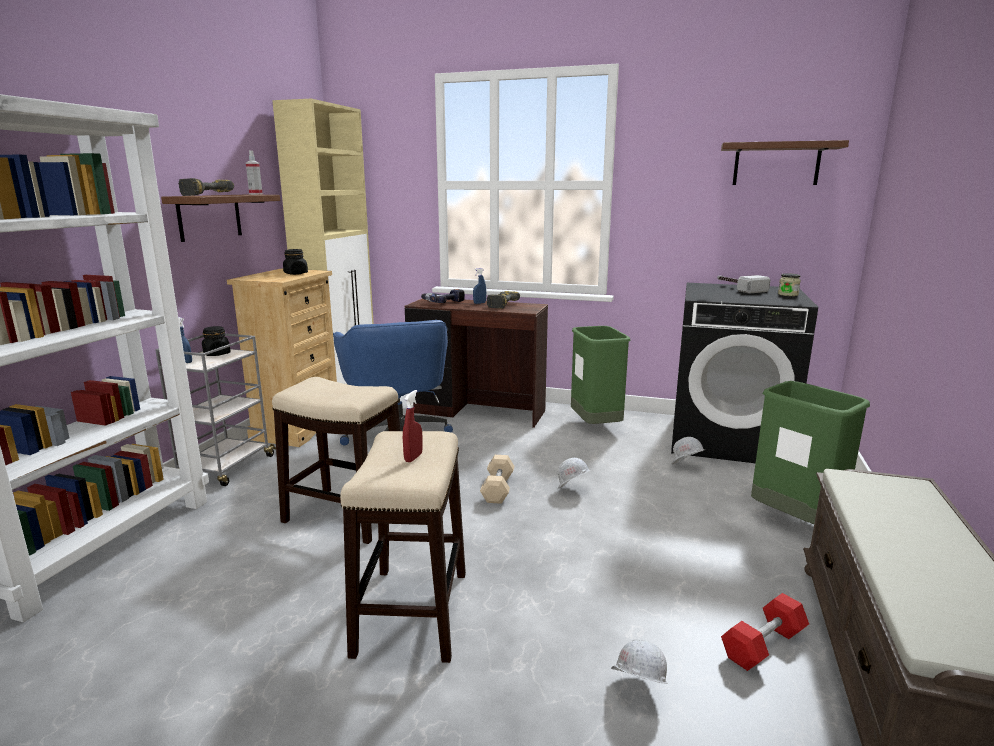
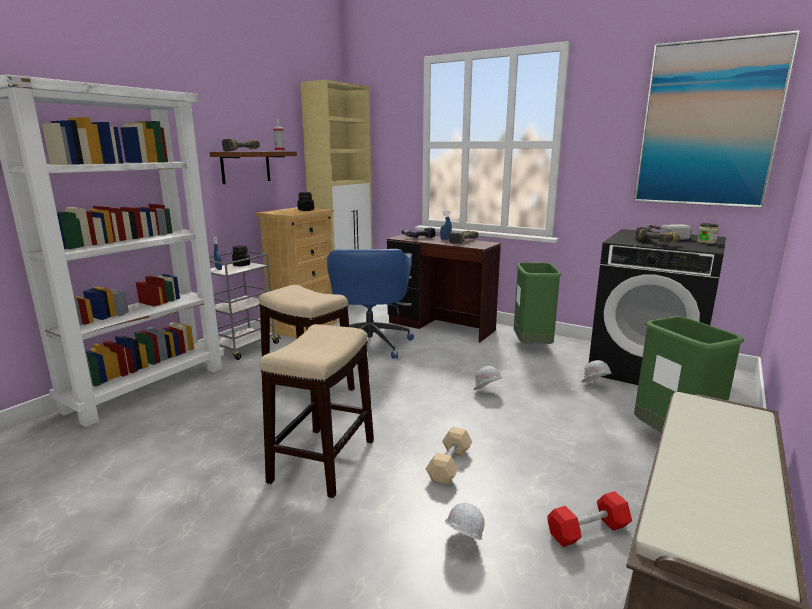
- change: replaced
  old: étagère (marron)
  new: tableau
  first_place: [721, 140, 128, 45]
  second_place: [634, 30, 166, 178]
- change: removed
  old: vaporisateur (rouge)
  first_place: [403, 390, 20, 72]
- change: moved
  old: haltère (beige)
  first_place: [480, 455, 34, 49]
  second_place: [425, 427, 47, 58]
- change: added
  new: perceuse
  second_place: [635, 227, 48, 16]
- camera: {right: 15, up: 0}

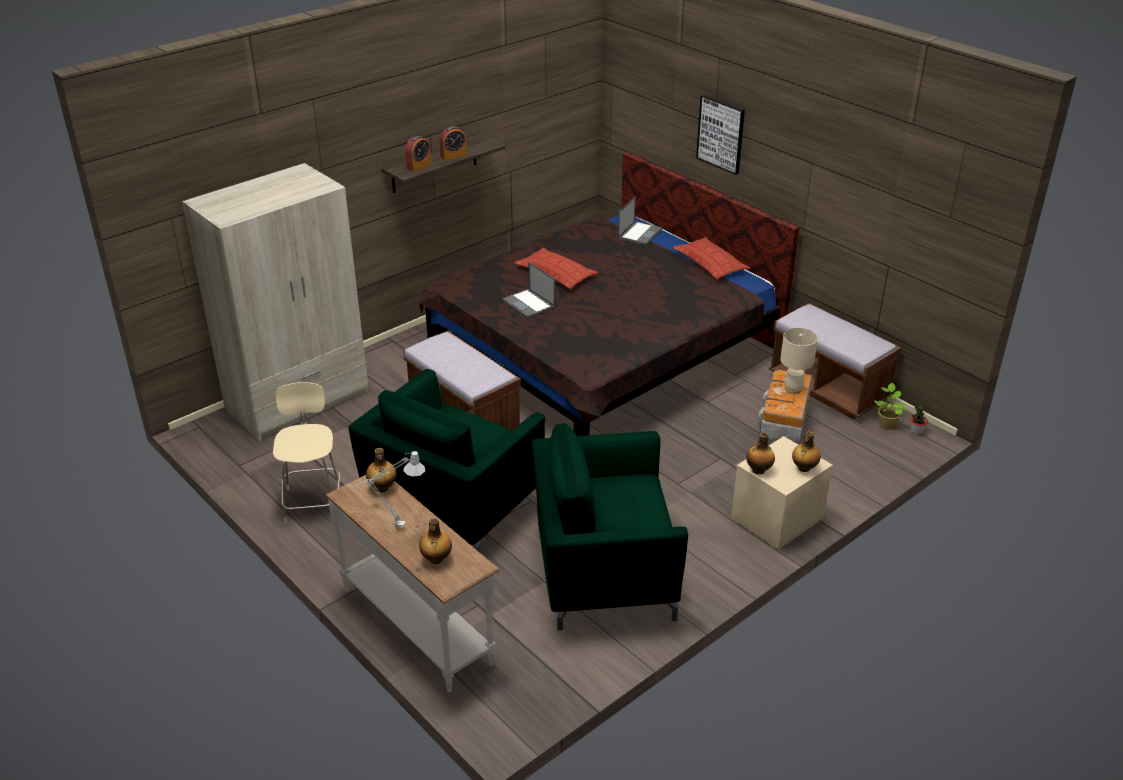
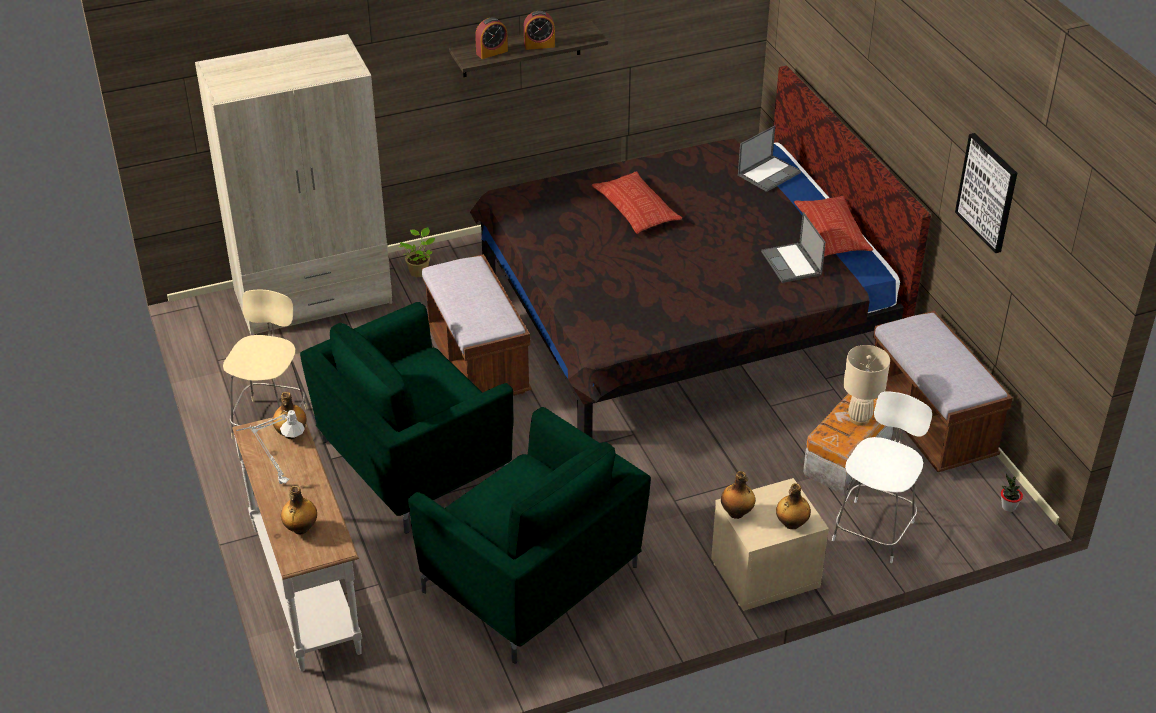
- change: moved
  old: tableau
  first_place: [696, 95, 49, 80]
  second_place: [955, 133, 62, 120]
- change: moved
  old: ordinateur portable
  first_place: [502, 262, 54, 57]
  second_place: [761, 212, 65, 71]
- change: moved
  old: plante en pot
  first_place: [874, 383, 32, 47]
  second_place: [398, 227, 37, 50]
- change: turned
  old: fauteuil (vert)
  first_place: [532, 423, 156, 208]
  second_place: [408, 407, 243, 256]
  degrees: -150
- change: added
  new: chaise (blanc)
  second_place: [832, 391, 100, 172]
- camera: {right: 20, up: 5}

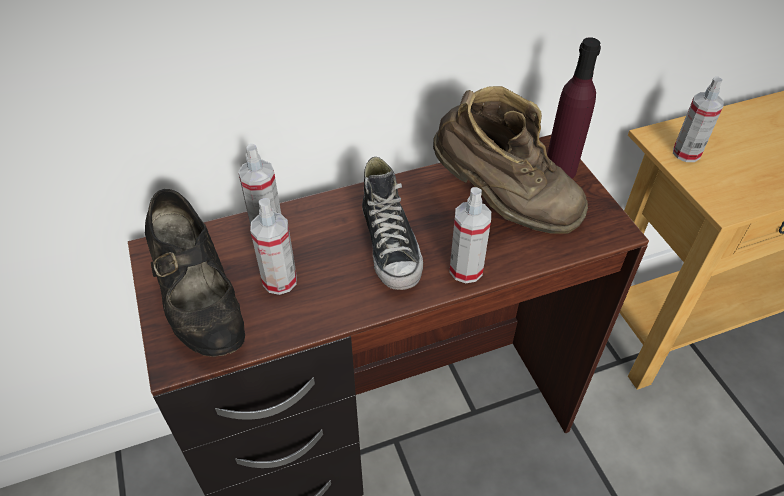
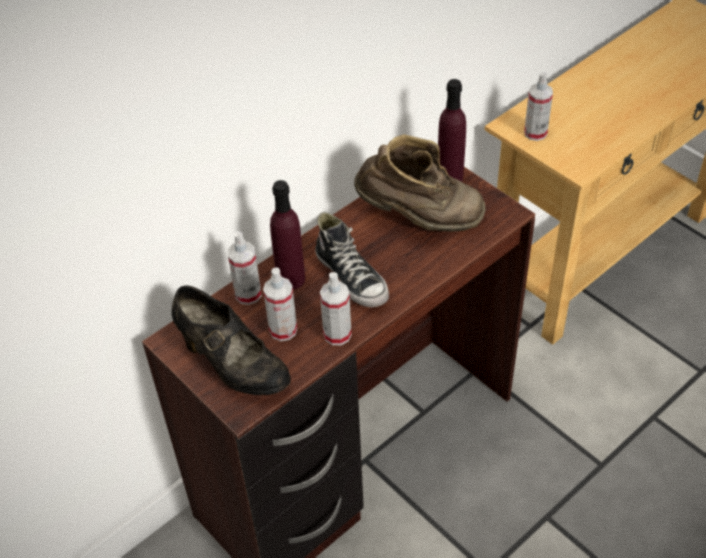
- change: moved
  old: vaporisateur
  first_place: [449, 187, 42, 96]
  second_place: [320, 272, 32, 73]
- change: added
  new: bouteille (violet)
  second_place: [270, 180, 35, 110]
- camera: {right: -20, up: 0}

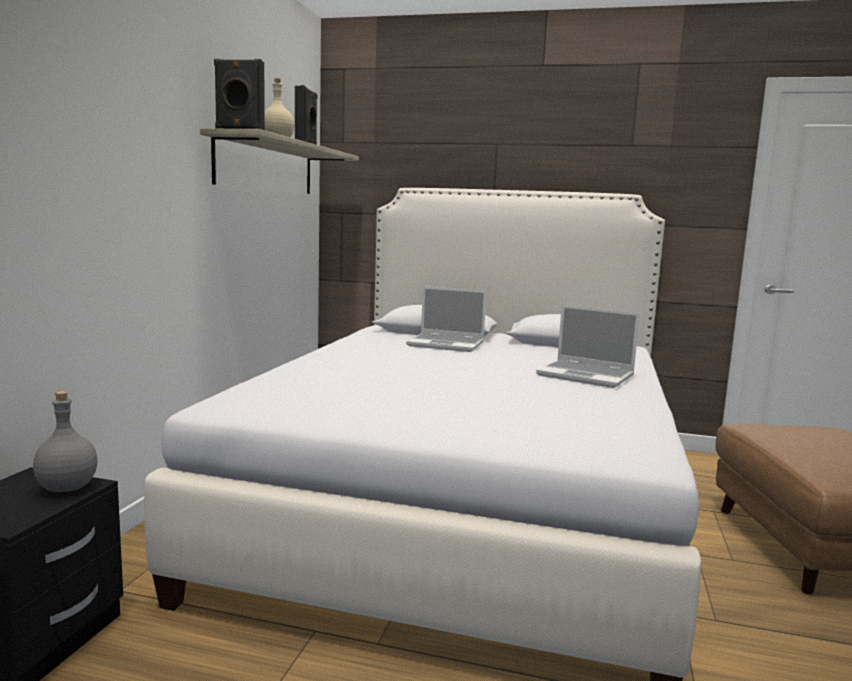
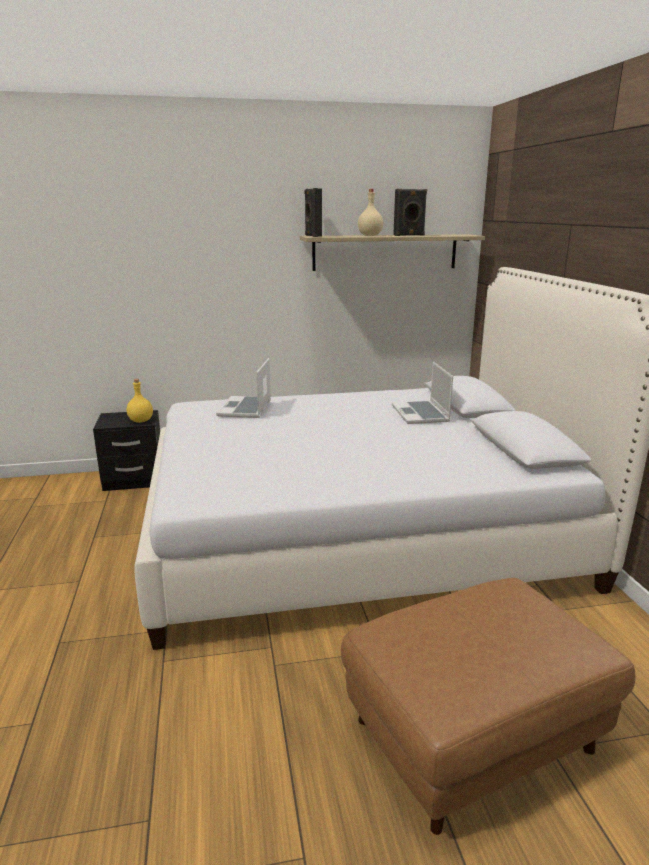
- change: moved
  old: ordinateur portable
  first_place: [536, 305, 104, 83]
  second_place: [216, 358, 55, 60]
- change: recoloured
  old: bouteille (gris)
  new: bouteille (jaune)
  first_place: [33, 391, 64, 101]
  second_place: [127, 379, 26, 44]
- camera: {right: 65, up: 10}

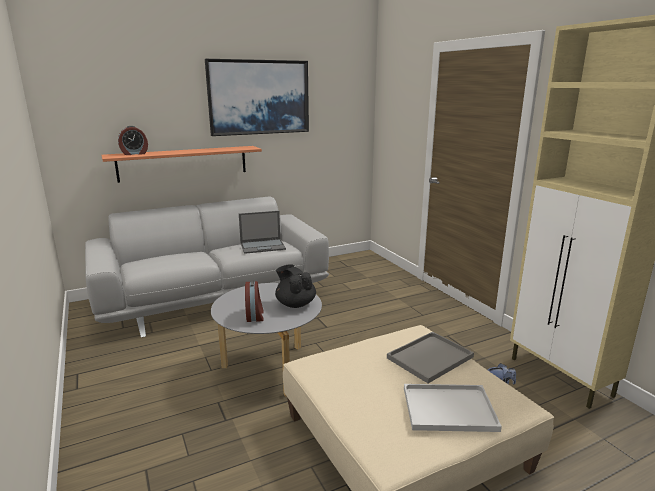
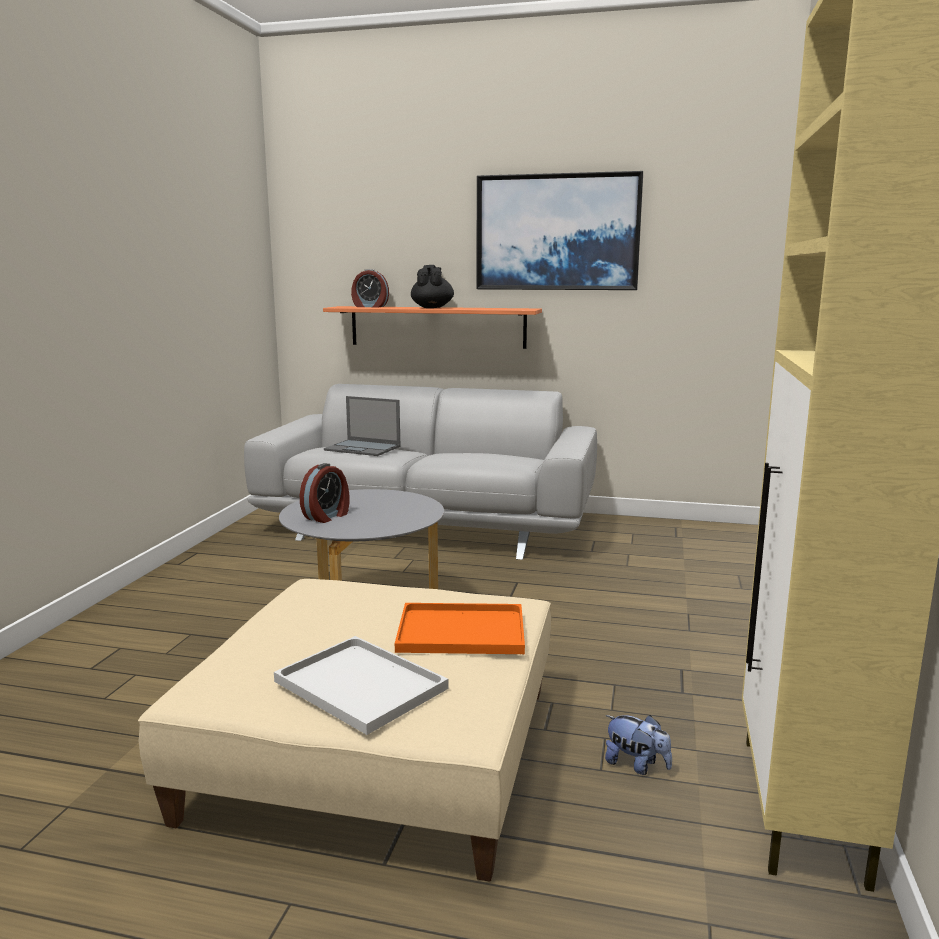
- change: moved
  old: ordinateur portable
  first_place: [239, 211, 47, 43]
  second_place: [324, 396, 77, 60]
- change: moved
  old: théière (noir)
  first_place: [275, 264, 41, 44]
  second_place: [411, 265, 43, 43]
- change: recoloured
  old: plateau (gris)
  new: plateau (orange)
  first_place: [387, 332, 87, 51]
  second_place: [395, 603, 130, 51]
- camera: {right: 40, up: -5}

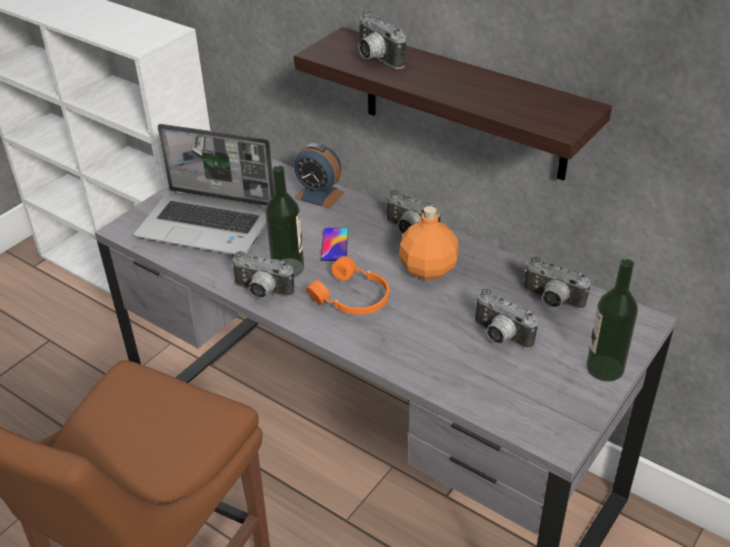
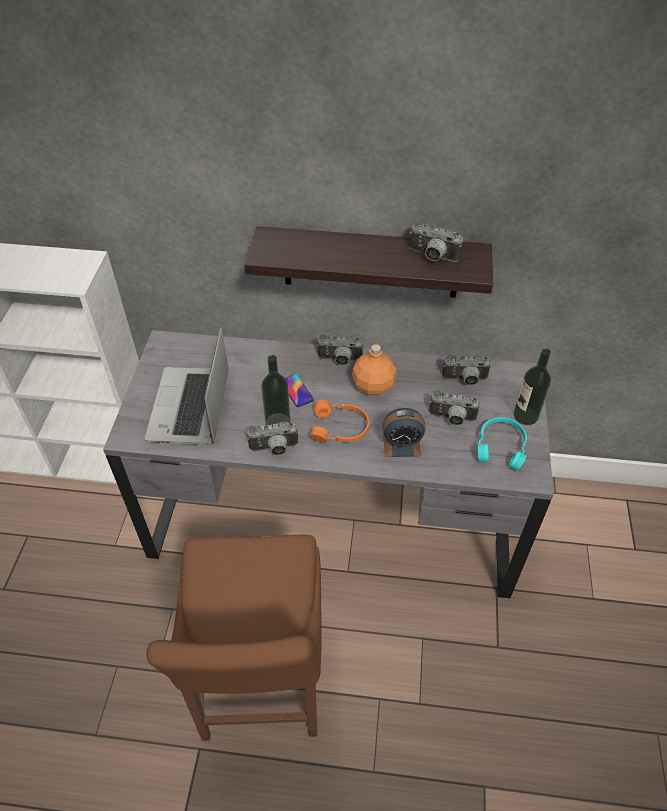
- change: moved
  old: appareil photo
  first_place: [358, 11, 49, 58]
  second_place: [410, 221, 53, 41]
- change: turned
  old: ordinateur portable
  first_place: [134, 124, 140, 131]
  second_place: [145, 325, 84, 120]
  degrees: 105
- change: moved
  old: réveil
  first_place: [294, 143, 51, 66]
  second_place: [382, 408, 44, 49]
- change: added
  new: casque audio (turquoise)
  second_place: [478, 417, 49, 54]
- camera: {right: -30, up: 10}

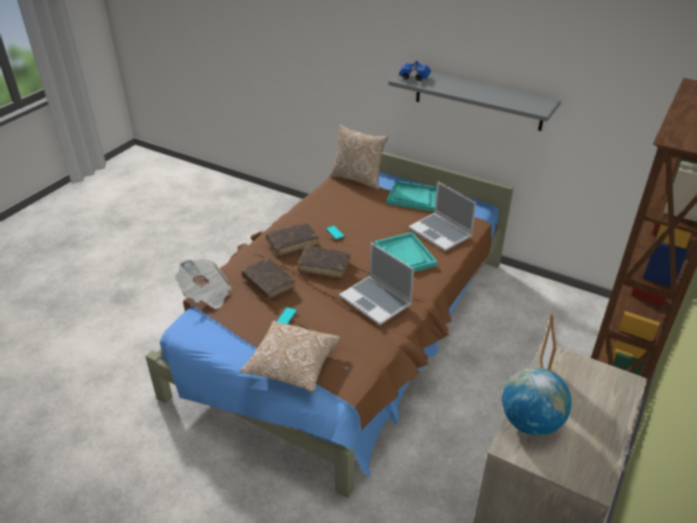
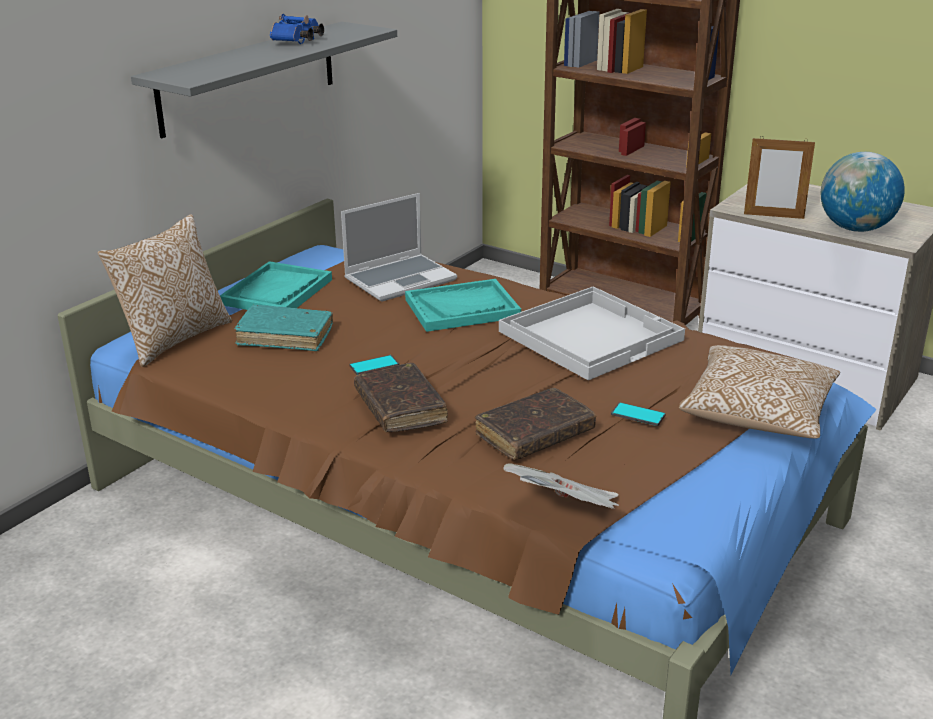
- change: moved
  old: jumelles (bleu)
  first_place: [399, 61, 32, 20]
  second_place: [270, 14, 54, 30]
- change: replaced
  old: ordinateur portable
  new: plateau (blanc)
  first_place: [339, 242, 75, 83]
  second_place: [499, 287, 186, 93]
- change: removed
  old: livre (marron)
  first_place: [298, 246, 53, 32]
- change: added
  new: livre (turquoise)
  second_place: [234, 305, 99, 46]
- camera: {right: -85, up: -10}

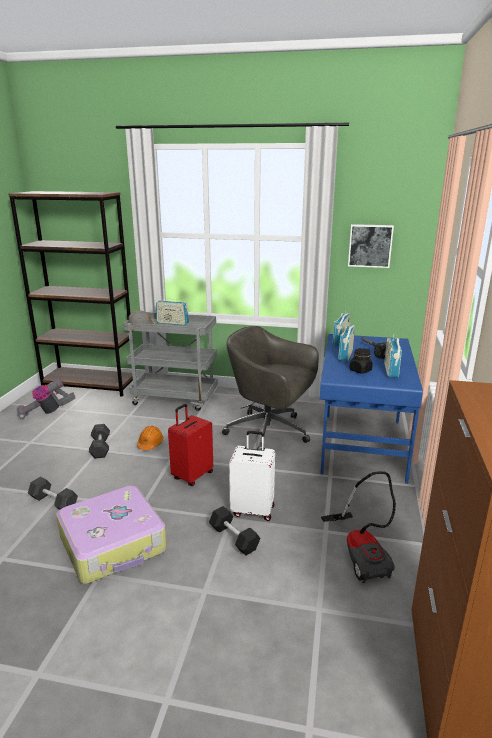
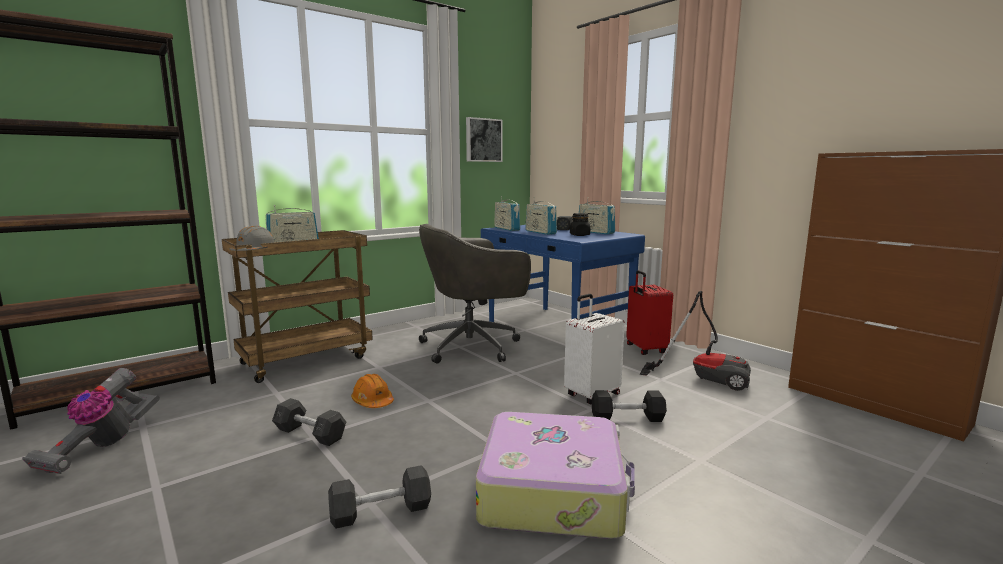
- change: recoloured
  old: chariot (gris)
  new: chariot (marron)
  first_place: [123, 312, 95, 99]
  second_place: [222, 230, 151, 153]
- change: moved
  old: valise (rouge)
  first_place: [168, 404, 45, 82]
  second_place: [626, 270, 47, 85]
- camera: {right: -50, up: -10}

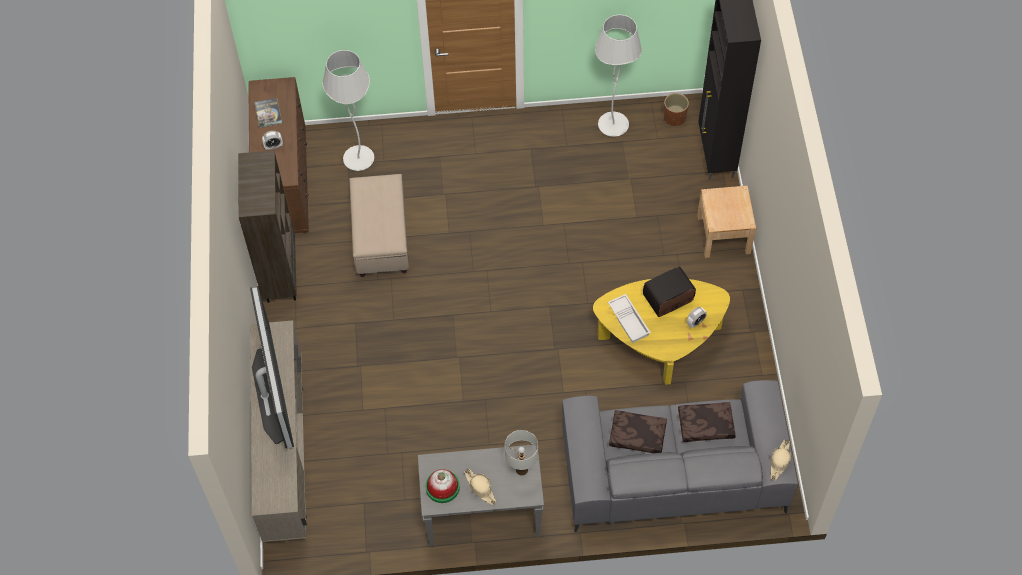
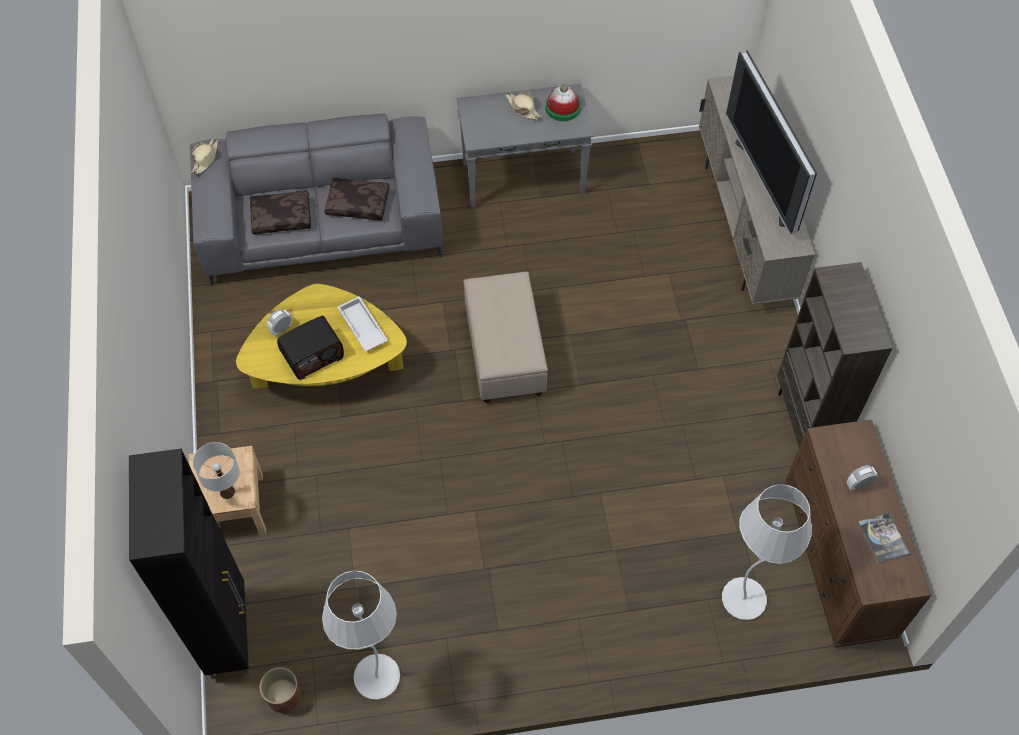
- change: moved
  old: pouf (beige)
  first_place: [349, 174, 60, 103]
  second_place: [463, 272, 85, 131]
- change: moved
  old: lampe de table (blanc)
  first_place: [505, 430, 33, 46]
  second_place: [193, 442, 46, 57]
- camera: {right: 175, up: 0}

